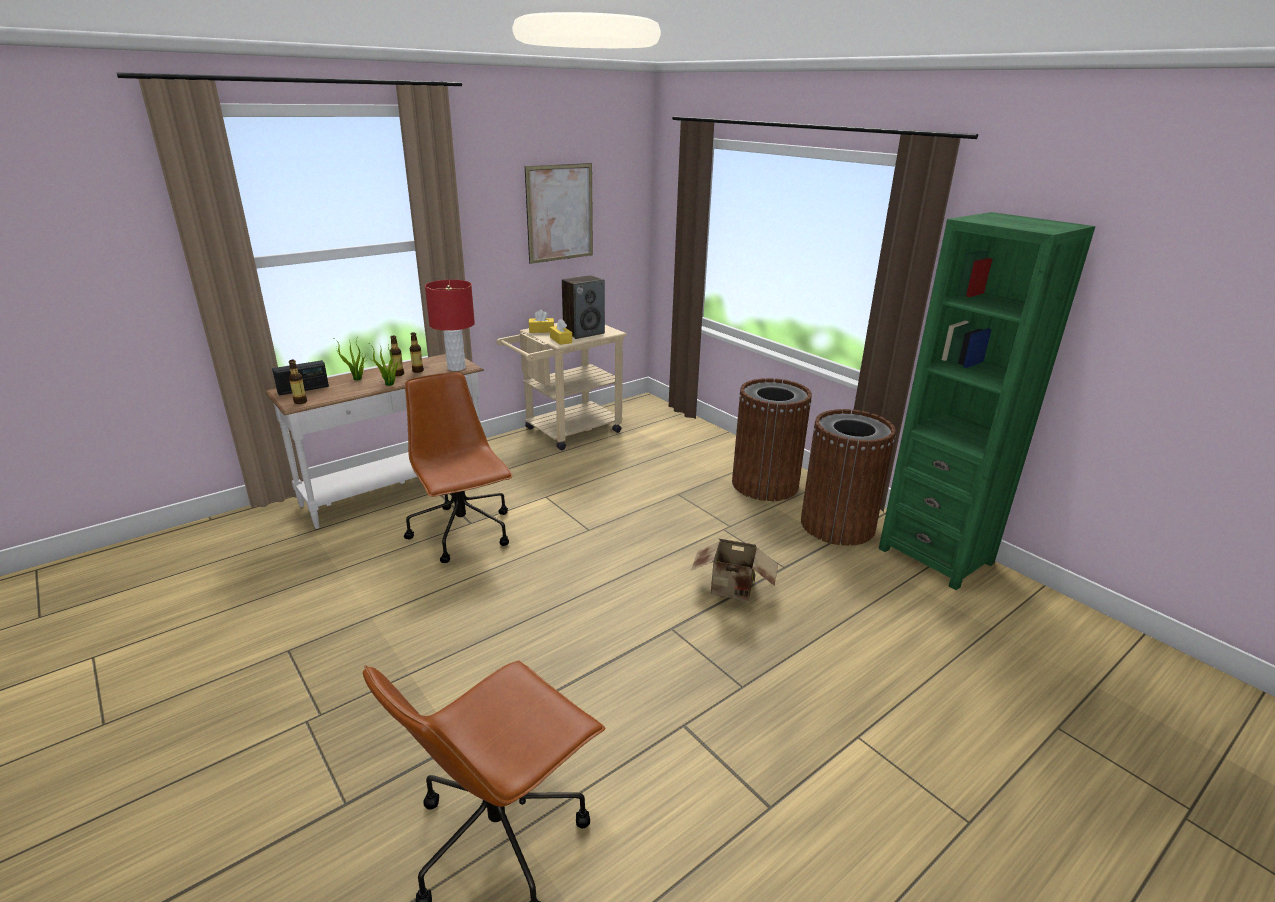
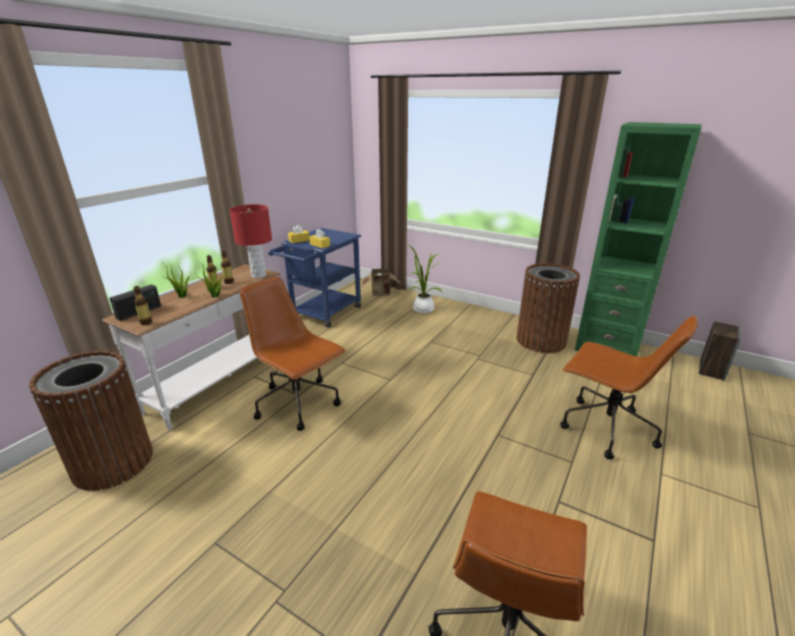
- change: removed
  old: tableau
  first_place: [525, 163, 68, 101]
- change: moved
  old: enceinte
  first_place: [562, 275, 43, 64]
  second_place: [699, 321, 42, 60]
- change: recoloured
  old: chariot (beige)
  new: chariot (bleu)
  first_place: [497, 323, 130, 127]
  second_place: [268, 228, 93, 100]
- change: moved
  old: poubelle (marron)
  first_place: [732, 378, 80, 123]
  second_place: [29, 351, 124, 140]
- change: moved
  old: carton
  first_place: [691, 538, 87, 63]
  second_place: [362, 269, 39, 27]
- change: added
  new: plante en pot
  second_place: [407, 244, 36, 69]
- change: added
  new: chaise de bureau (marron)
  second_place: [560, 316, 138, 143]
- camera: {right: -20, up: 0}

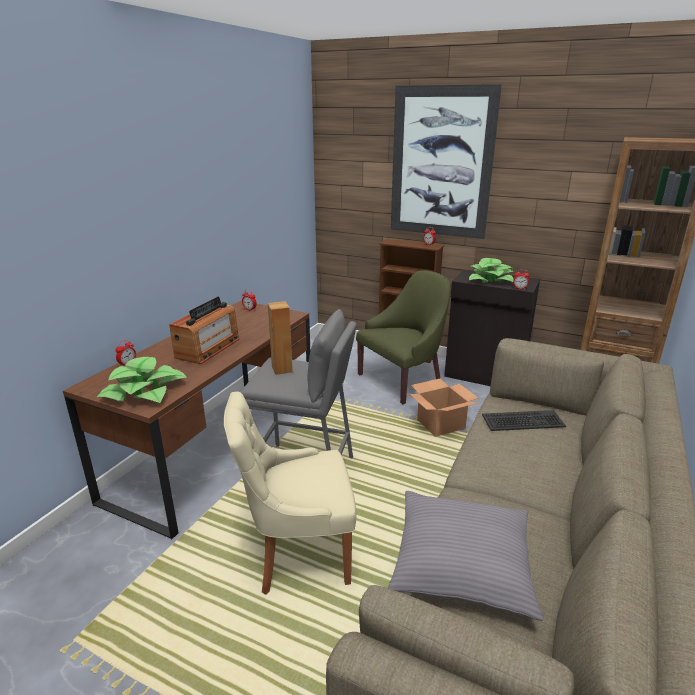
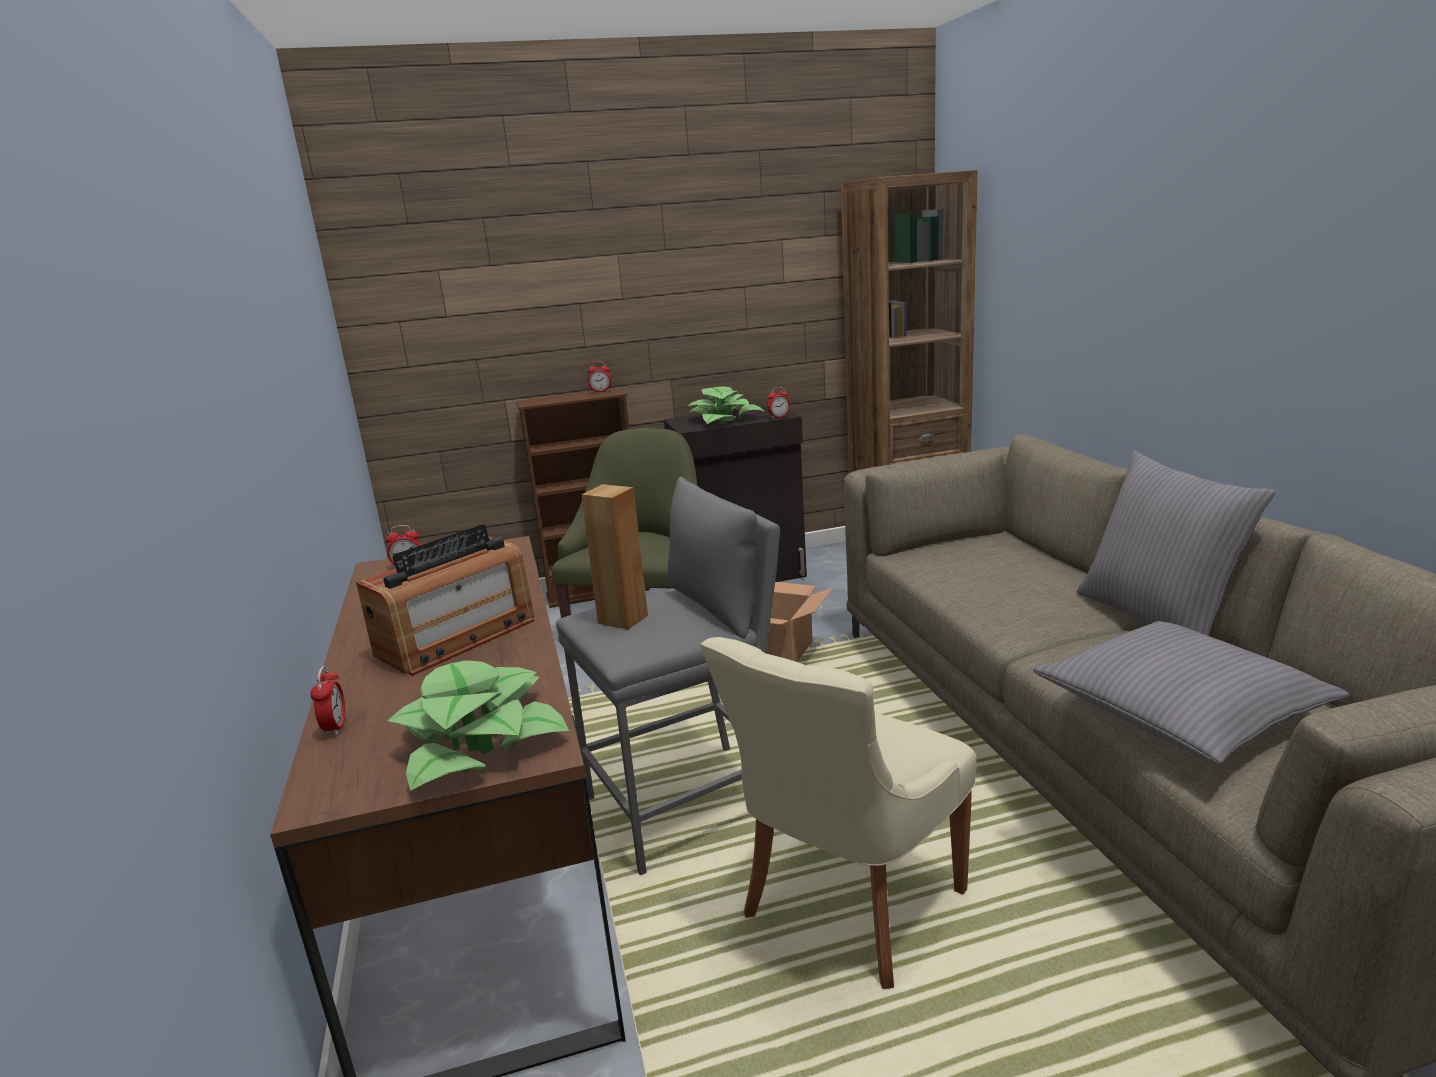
- change: removed
  old: tableau
  first_place: [391, 84, 111, 155]
- change: turned
  old: radio
  first_place: [169, 296, 71, 68]
  second_place: [356, 524, 178, 152]
  degrees: 60
- change: removed
  old: clavier
  first_place: [482, 410, 84, 21]
- change: added
  new: coussin (gris)
  second_place: [1077, 451, 198, 185]
- camera: {right: -40, up: -5}

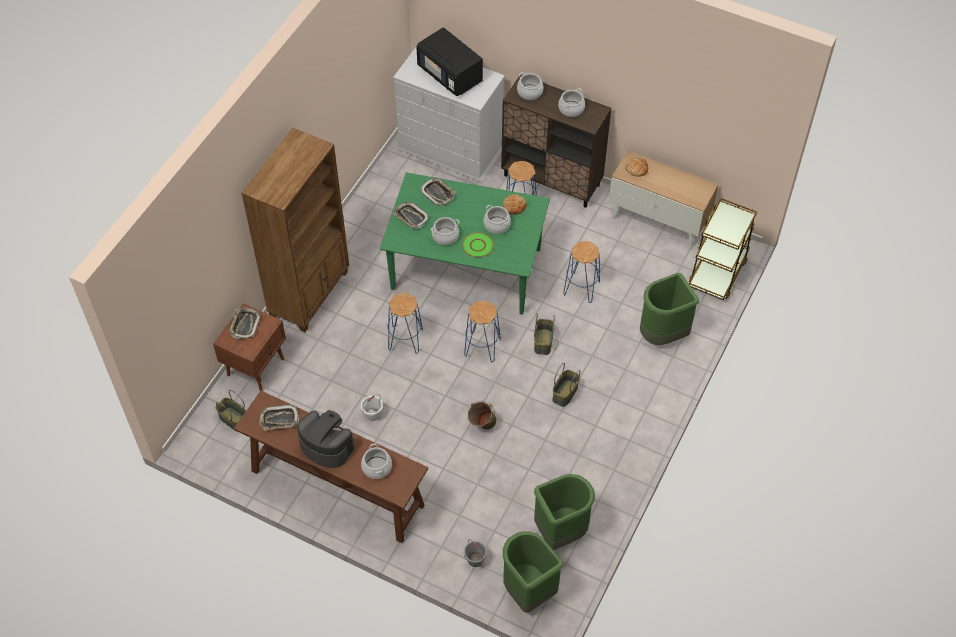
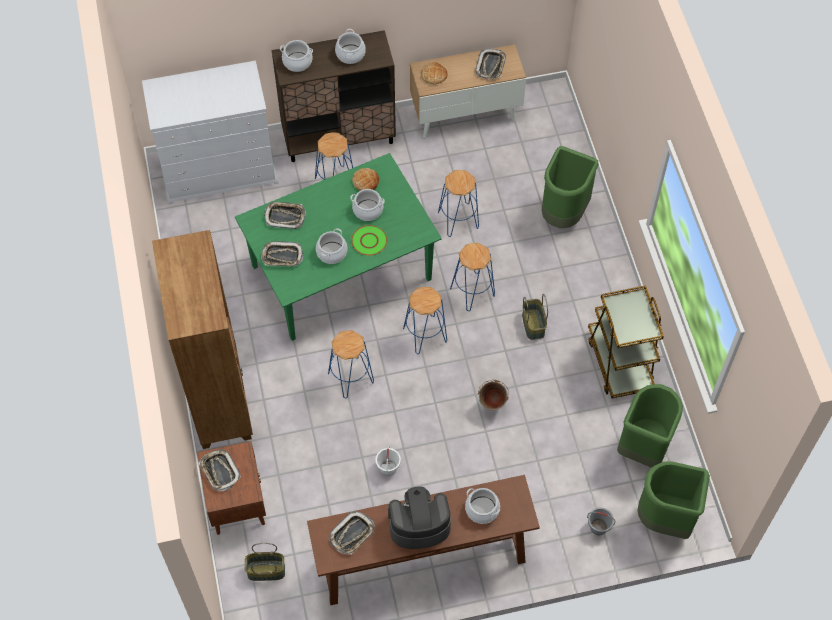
- change: removed
  old: micro-ondes (noir)
  first_place: [416, 27, 67, 69]
- change: moved
  old: chariot (marron)
  first_place: [689, 198, 68, 102]
  second_place: [588, 285, 76, 113]
- change: replaced
  old: panier
  new: tabouret (bleu)
  first_place: [534, 313, 21, 42]
  second_place: [450, 243, 45, 68]
- change: added
  new: plateau
  second_place: [476, 49, 30, 30]
- camera: {right: -40, up: 5}

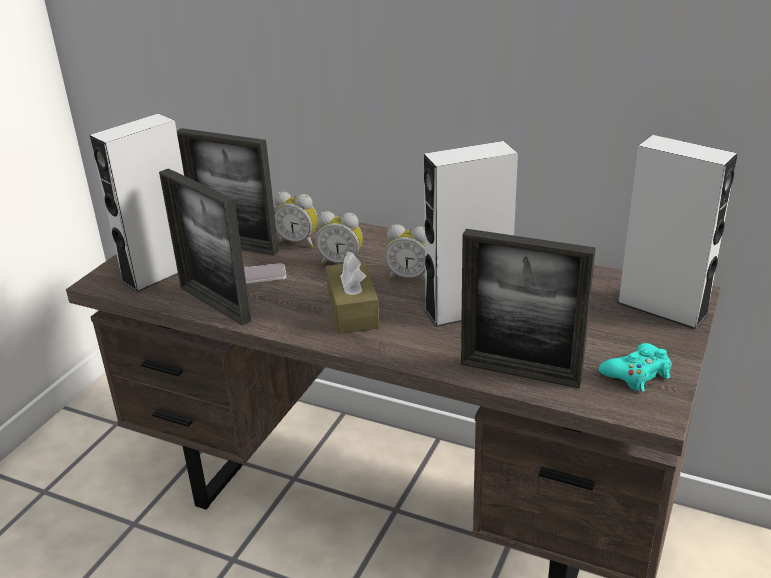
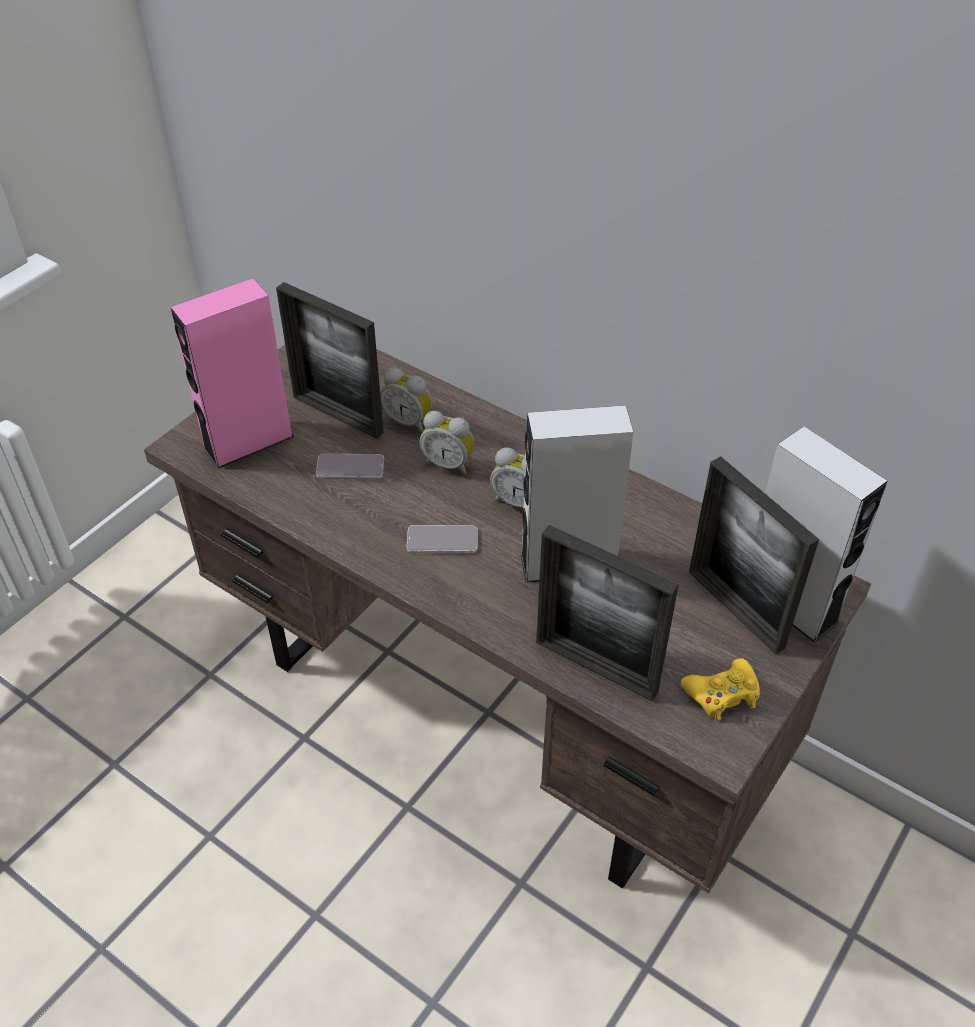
- change: recoloured
  old: enceinte (gris)
  new: enceinte (rose)
  first_place: [90, 113, 94, 179]
  second_place: [171, 278, 123, 191]
- change: moved
  old: cadre photo
  first_place: [159, 168, 92, 158]
  second_place: [689, 457, 130, 197]
- change: replaced
  old: boîte à mouchoirs (marron)
  new: téléphone
  first_place: [326, 251, 54, 83]
  second_place: [407, 525, 71, 28]
- change: recoloured
  old: manette (turquoise)
  new: manette (jaune)
  first_place: [599, 343, 73, 49]
  second_place: [681, 658, 79, 63]
- camera: {right: 10, up: 15}

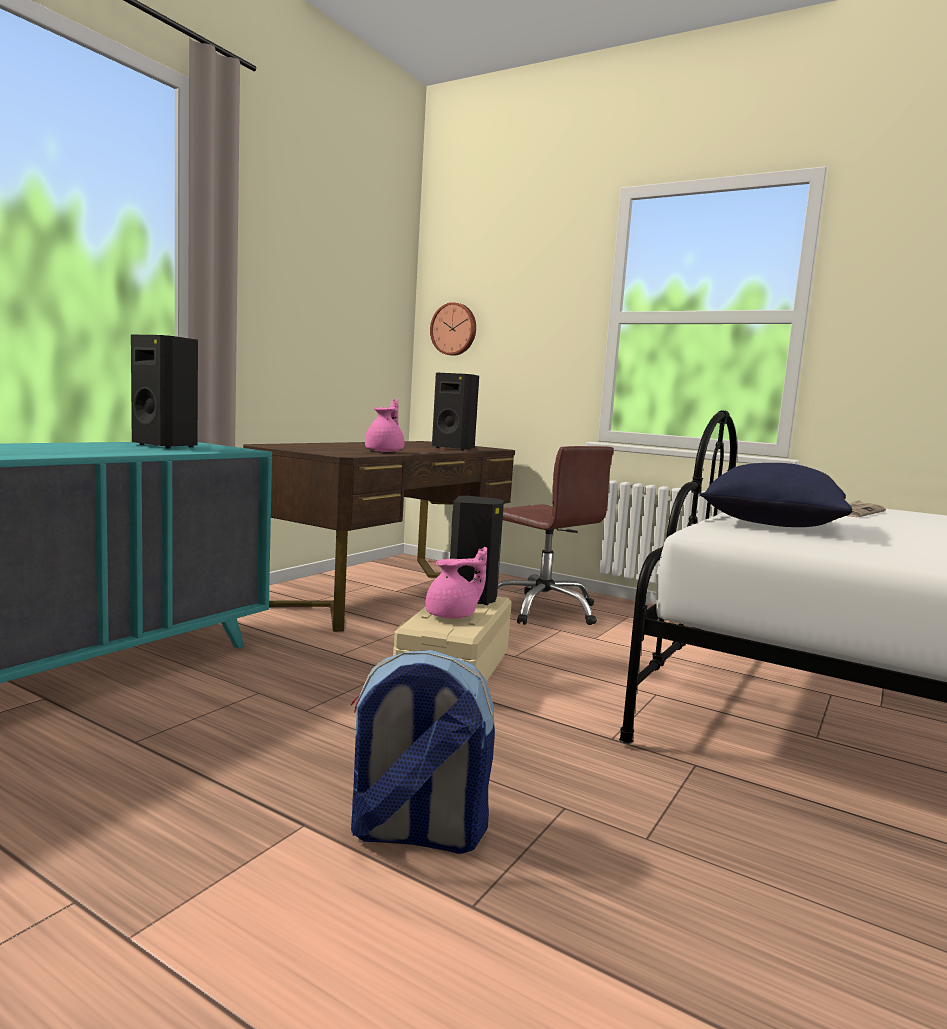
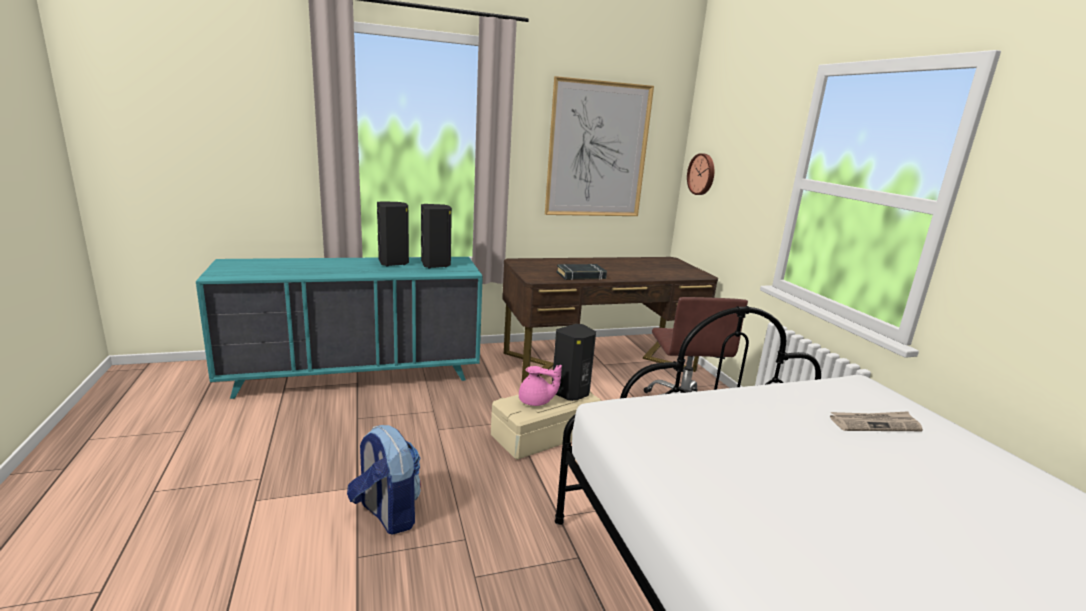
- change: moved
  old: enceinte (noir)
  first_place: [432, 373, 47, 78]
  second_place: [377, 201, 32, 66]
- change: replaced
  old: théière (rose)
  new: livre (noir)
  first_place: [365, 399, 39, 53]
  second_place: [557, 264, 50, 16]
- change: removed
  old: coussin (bleu)
  first_place: [700, 463, 152, 64]
- change: added
  new: tableau
  second_place: [545, 76, 109, 140]
- camera: {right: 40, up: 10}

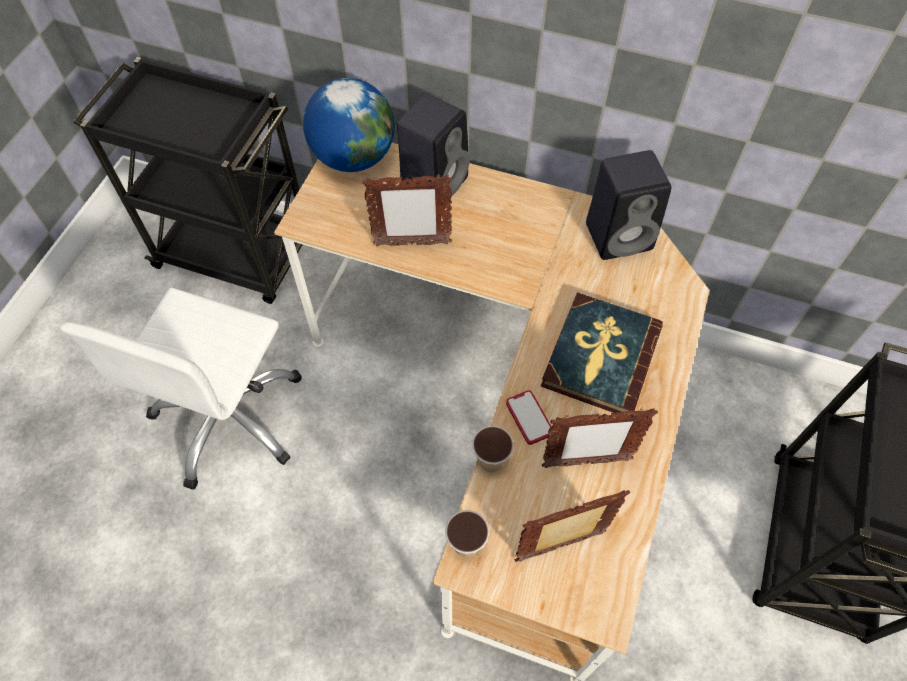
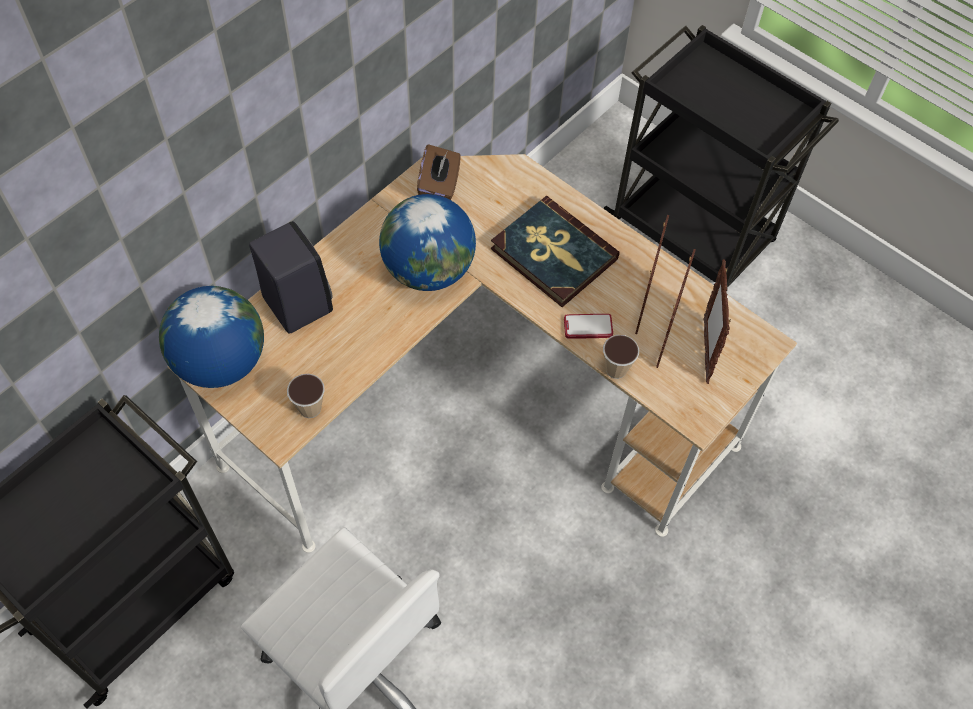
- change: replaced
  old: enceinte (noir)
  new: boîte à mouchoirs (marron)
  first_place: [586, 150, 85, 110]
  second_place: [417, 144, 43, 56]
- change: moved
  old: cadre photo
  first_place: [362, 174, 90, 72]
  second_place: [656, 249, 40, 119]
- change: moved
  old: tasse
  first_place: [445, 510, 44, 47]
  second_place: [287, 374, 38, 44]
- change: added
  new: globe
  second_place: [379, 194, 97, 97]
- camera: {right: -70, up: 0}

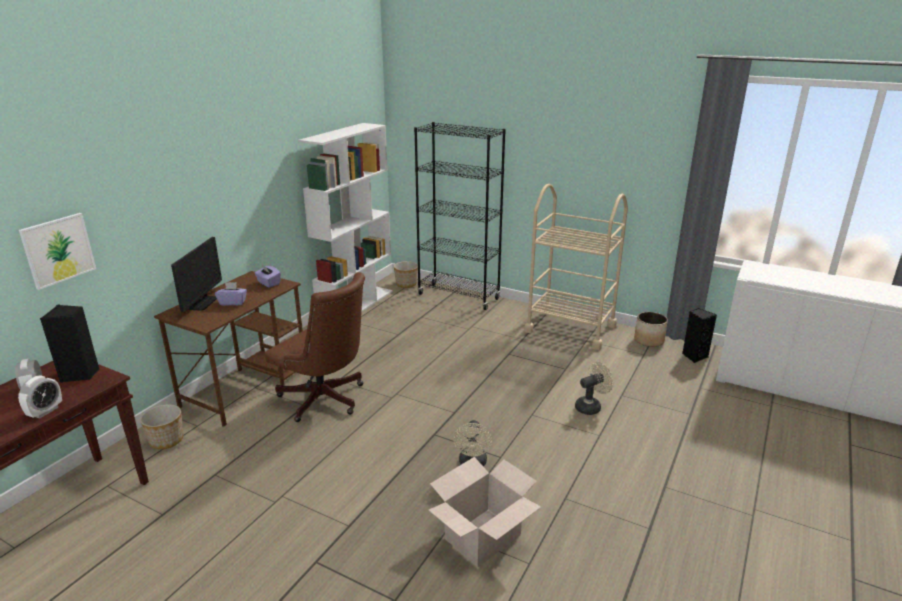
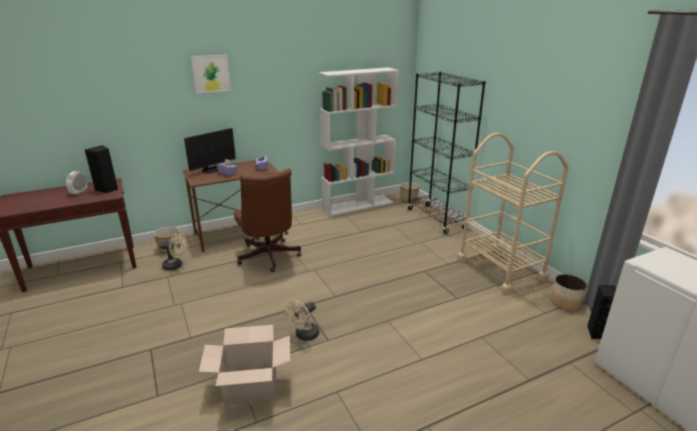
- change: moved
  old: tableau
  first_place: [19, 213, 77, 77]
  second_place: [191, 55, 40, 38]
- change: moved
  old: ventilateur (beige)
  first_place: [575, 362, 38, 53]
  second_place: [160, 234, 25, 36]
- change: removed
  old: réveil
  first_place: [18, 375, 44, 44]
- camera: {right: 35, up: 0}

